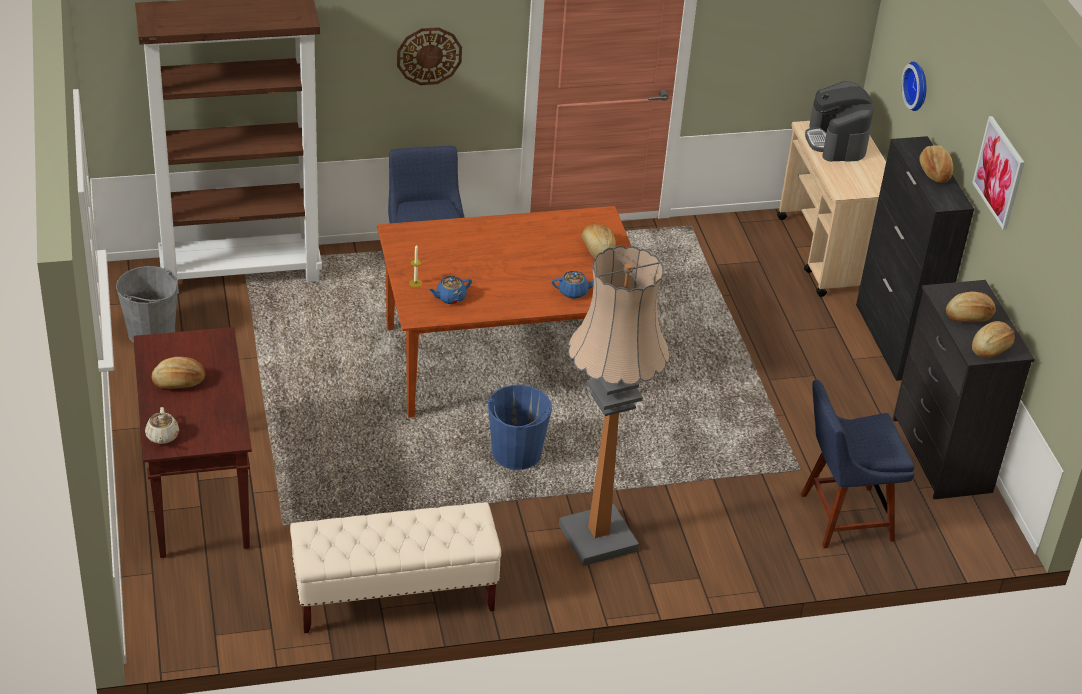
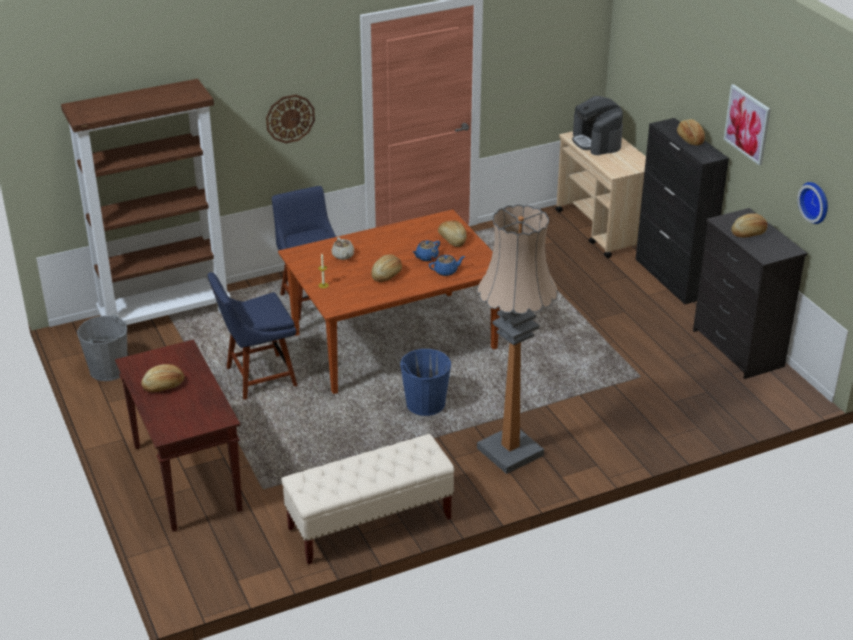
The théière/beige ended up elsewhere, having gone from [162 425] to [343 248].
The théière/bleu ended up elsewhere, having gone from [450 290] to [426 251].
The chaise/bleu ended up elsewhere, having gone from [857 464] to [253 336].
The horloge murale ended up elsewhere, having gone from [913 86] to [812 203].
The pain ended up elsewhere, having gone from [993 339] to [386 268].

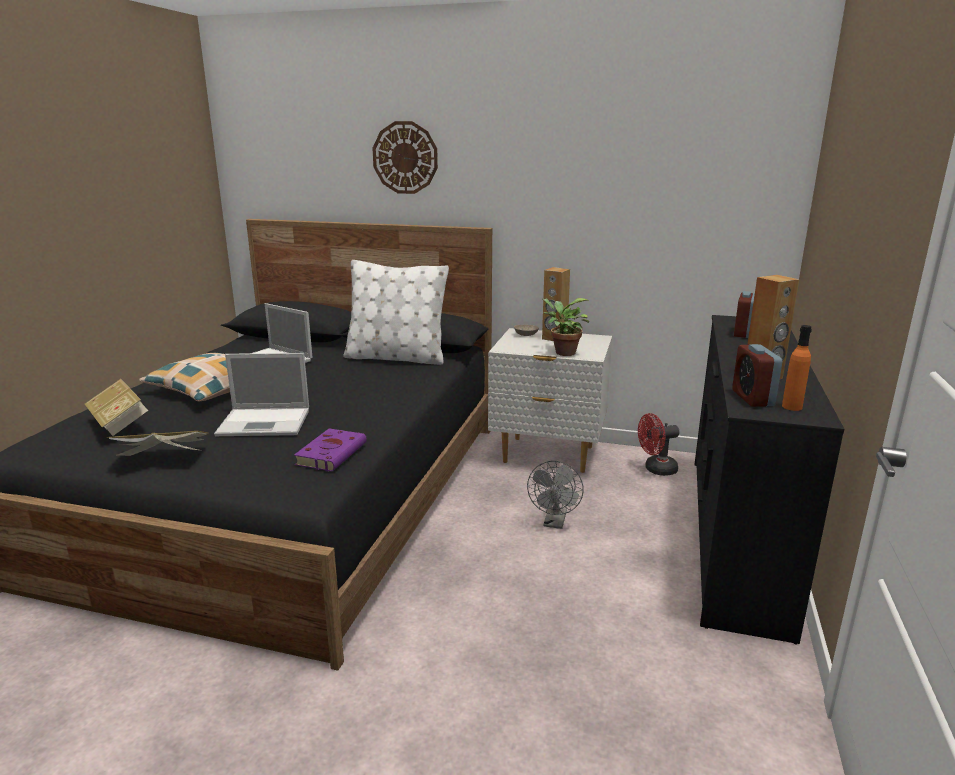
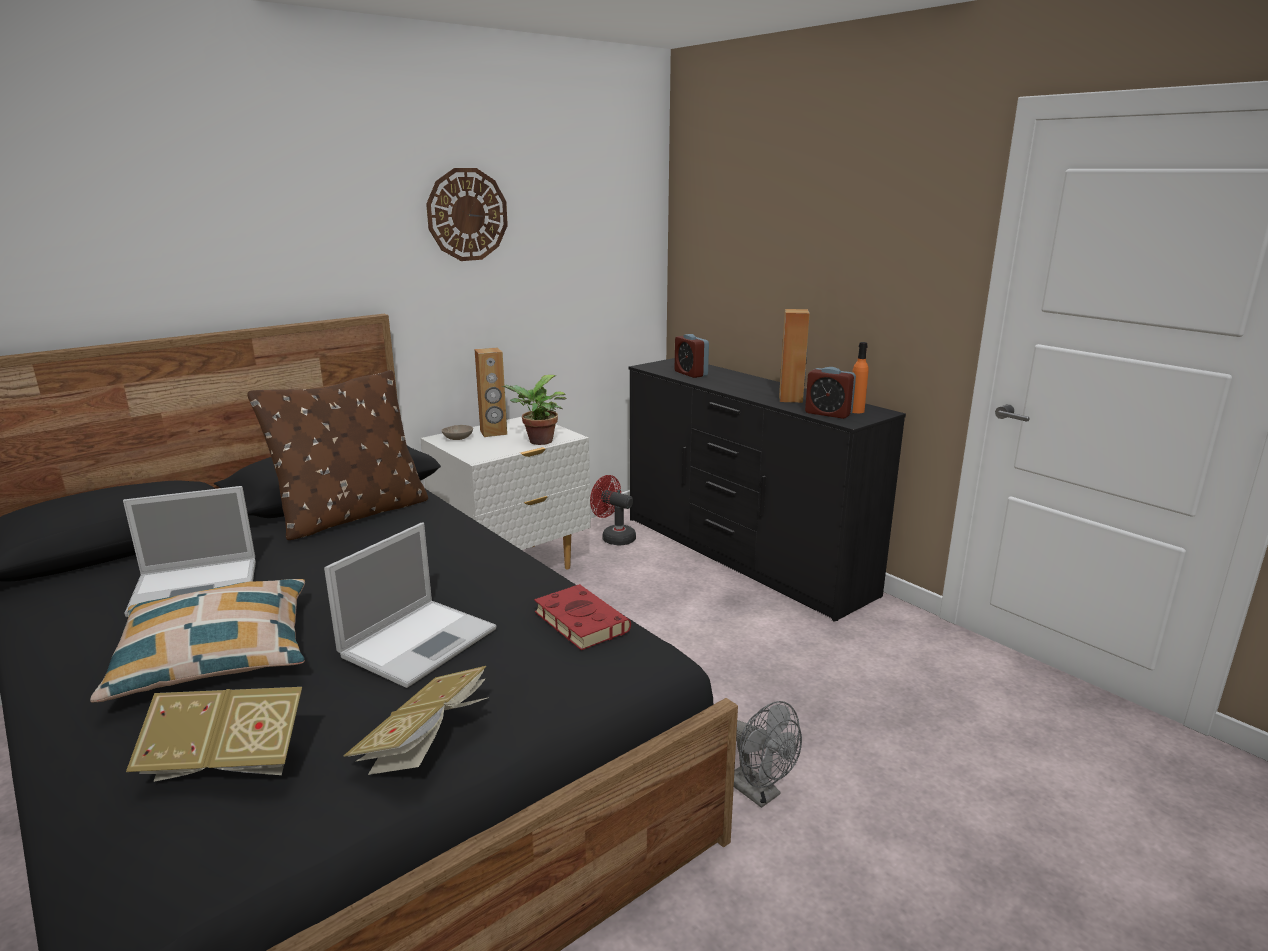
What was the livre/violet at [330 449] turned into the livre/rouge at [582 617].
What was the coussin/blanc at [396 312] turned into the coussin/marron at [337 455].
The horloge murale ended up elsewhere, having gone from [405 157] to [467 214].
The ventilateur/gris ended up elsewhere, having gone from [555 495] to [768 754].
The ventilateur/rouge at [658 444] ended up facing another way, 105 degrees clockwise from before.

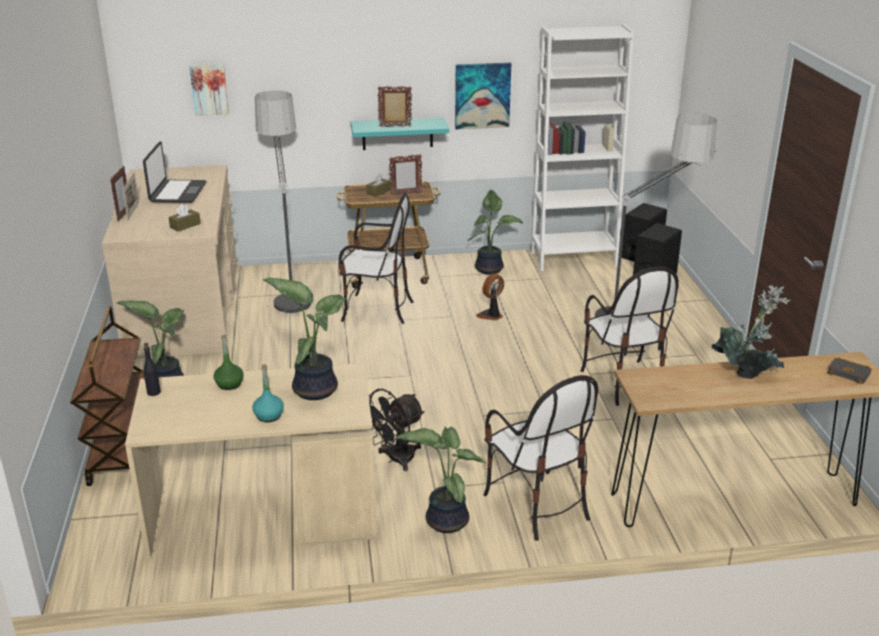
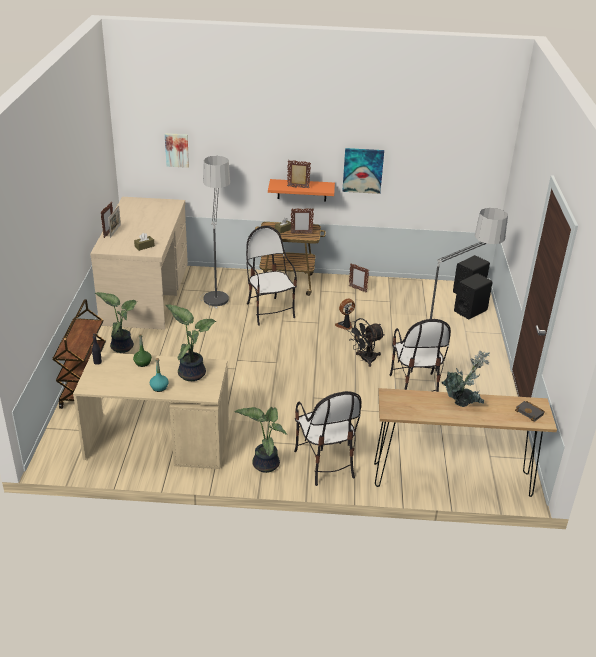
The second view lost the ordinateur portable at [175 172].
The chaise at [375 258] ended up facing another way, 135 degrees counterclockwise from before.
What was the étagère/turquoise at [399 133] turned into the étagère/orange at [301 190].
The ventilateur/noir ended up elsewhere, having gone from [396 430] to [366 342].
Where the plante en pot stood at [495 232], the cadre photo came to stand at [359 278].
The second view lost the bibliothèque/blanc at [582 147].

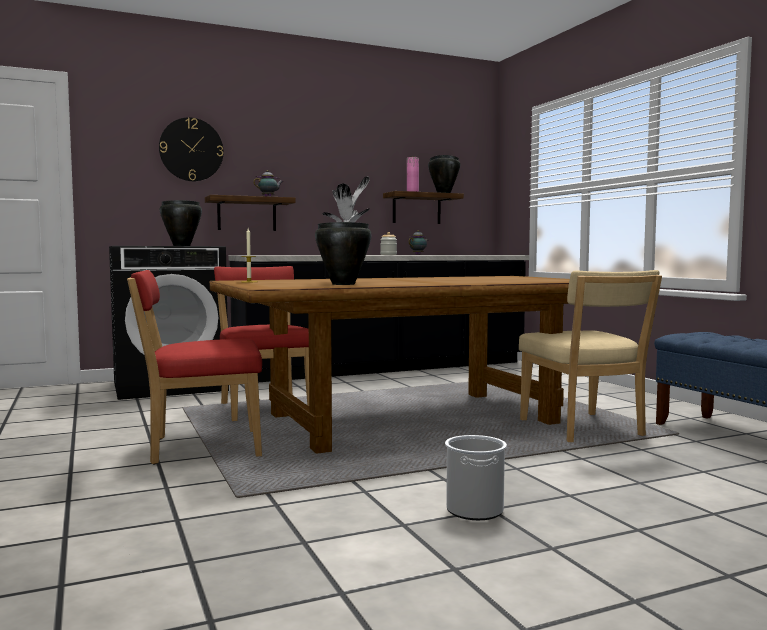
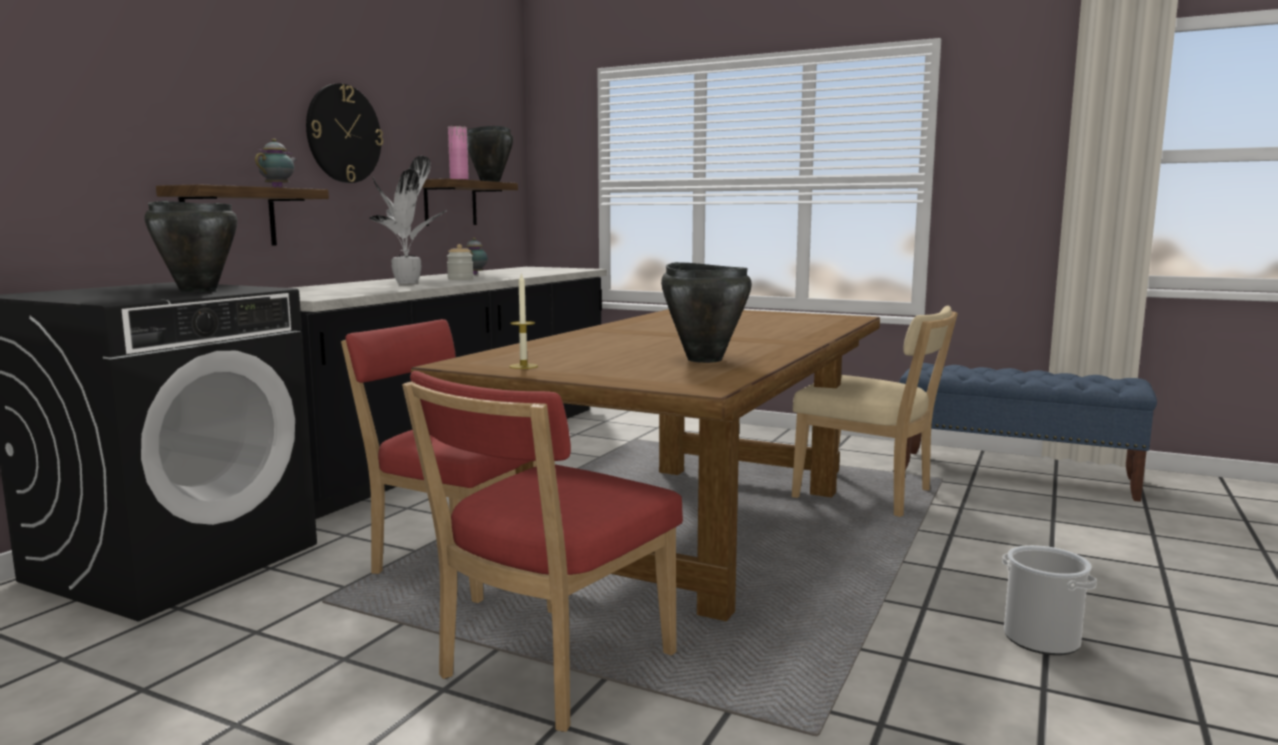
The horloge murale ended up elsewhere, having gone from [191 149] to [344 133].

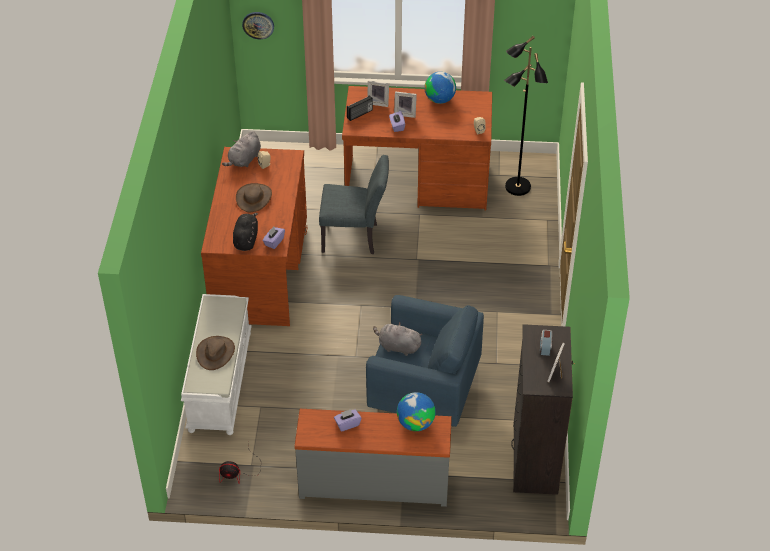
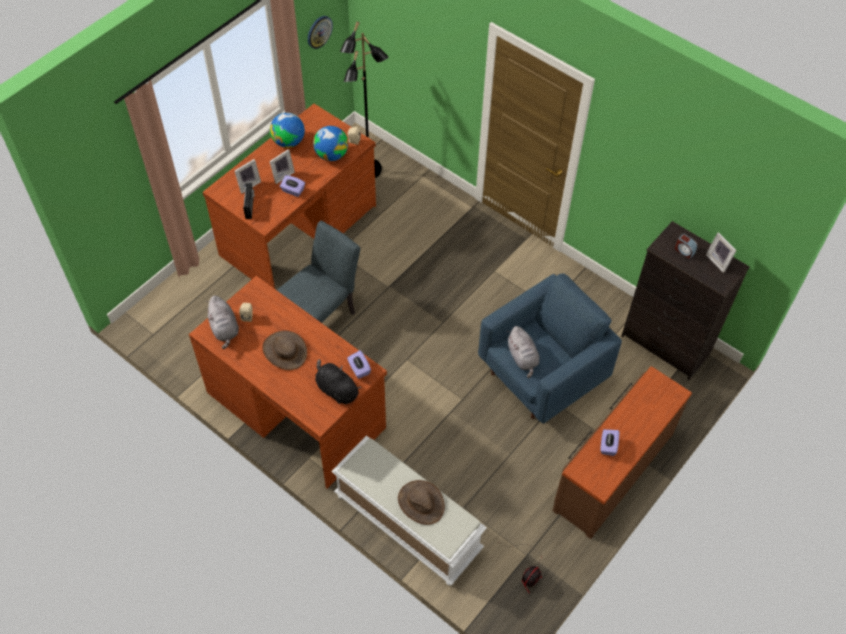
The horloge murale ended up elsewhere, having gone from [258 25] to [320 32].
What was the commode/gris at [373 458] turned into the commode/marron at [622 452].
The peluche/gris at [397 339] ended up facing another way, 75 degrees counterclockwise from before.
The globe ended up elsewhere, having gone from [416 411] to [330 143].

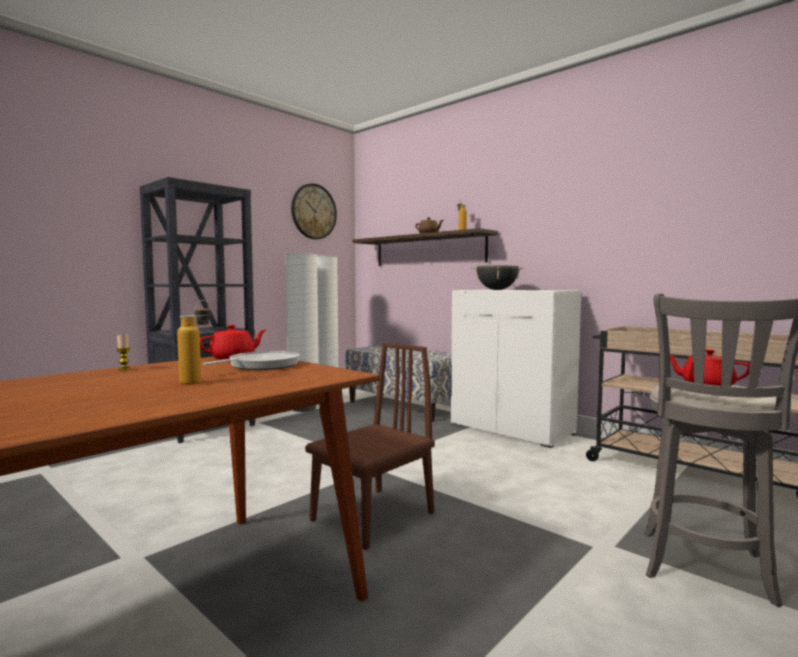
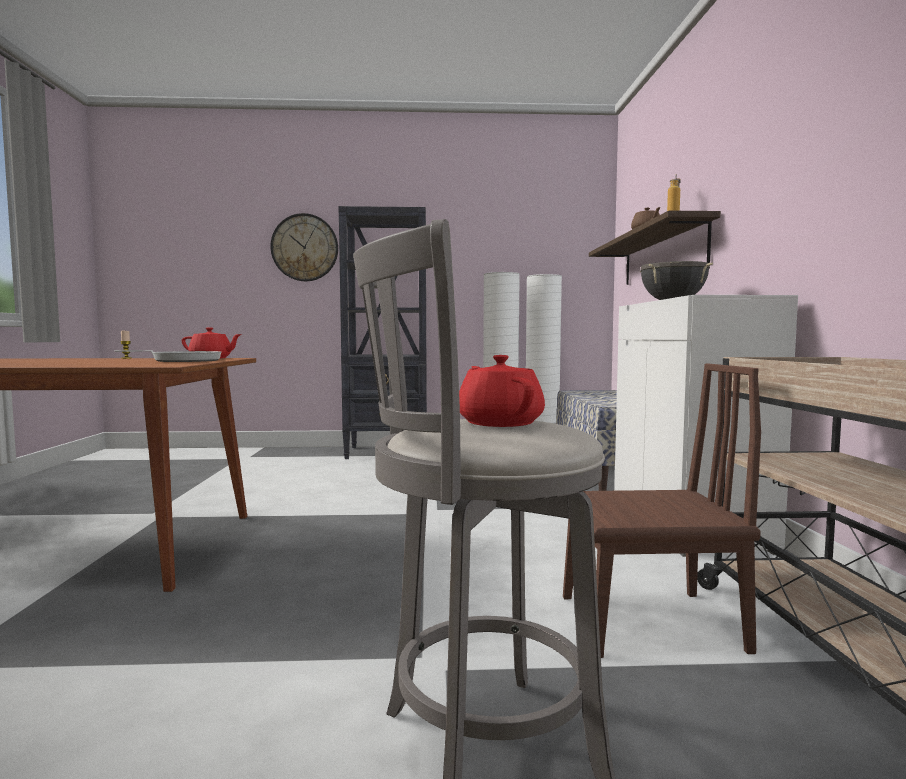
The second view lost the bouteille at [193 342].
The horloge murale ended up elsewhere, having gone from [314 211] to [304 247].
The chaise/marron ended up elsewhere, having gone from [370 446] to [662 510].

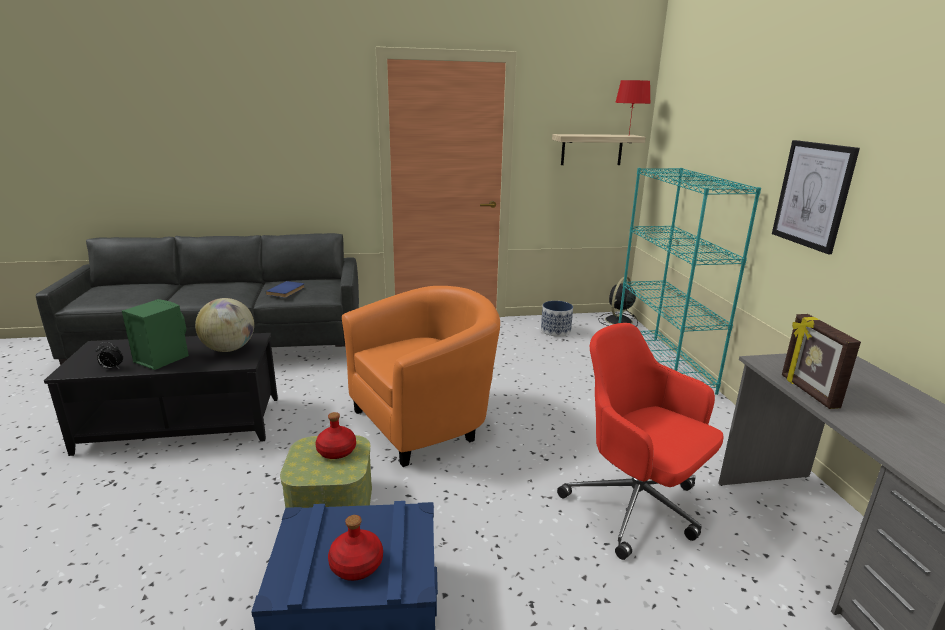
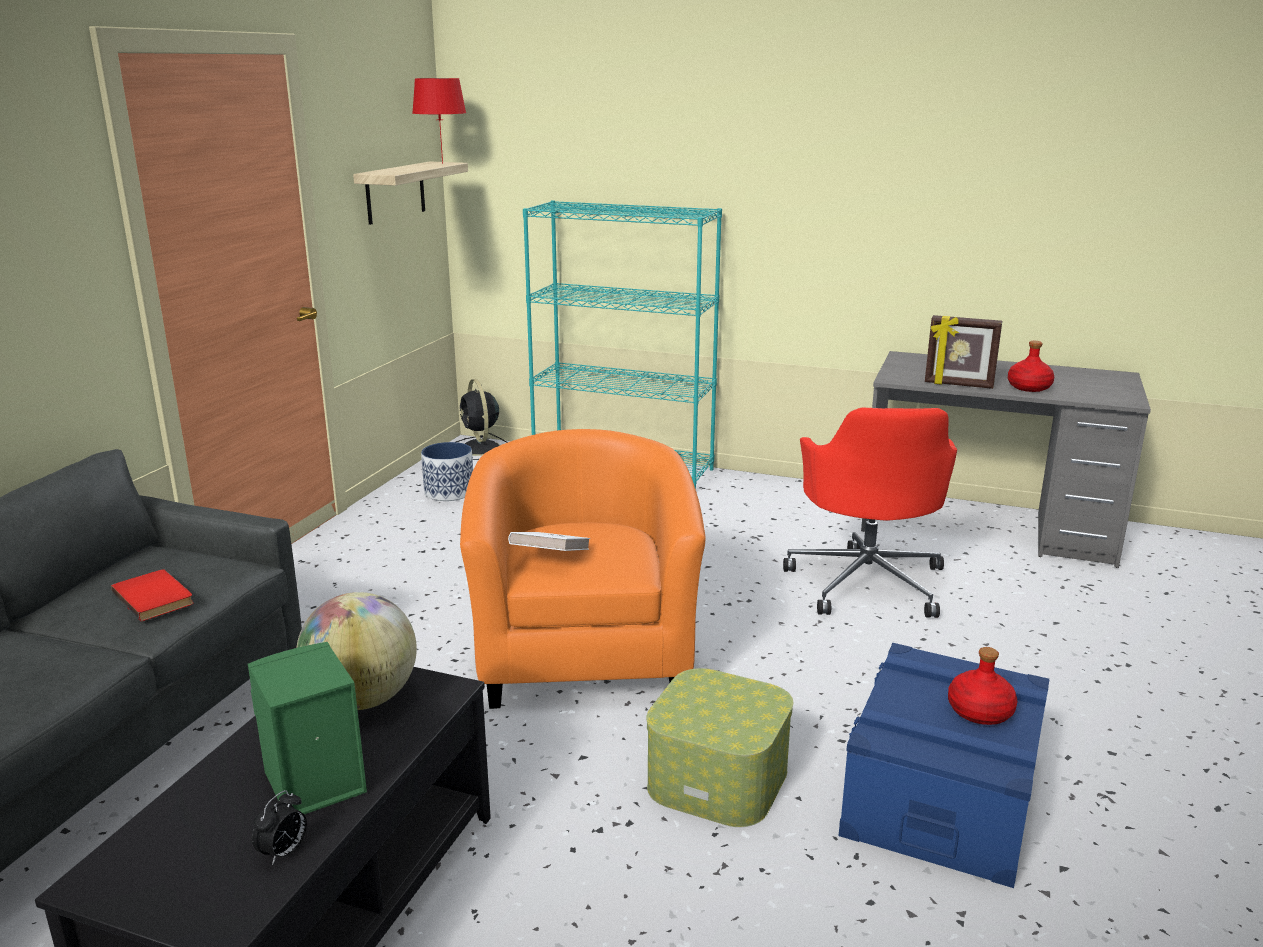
What was the livre/bleu at [285 289] turned into the livre/rouge at [152 595].
The bouteille/rouge ended up elsewhere, having gone from [336 435] to [1031 366].
The chaise de bureau/rouge at [640 441] ended up facing another way, 75 degrees counterclockwise from before.
The second view lost the tableau at [816 197].
The second view gained the livre/blanc at [549 541].

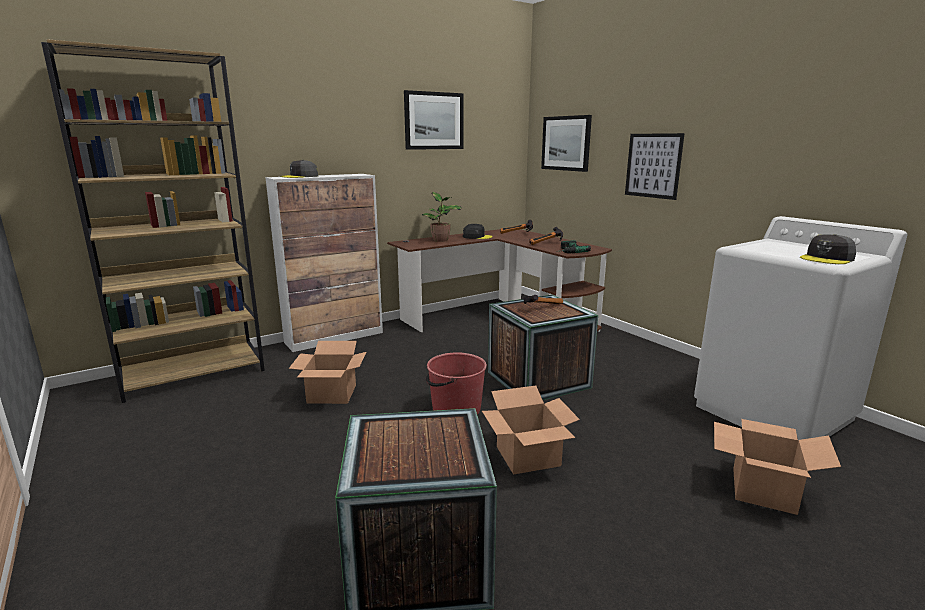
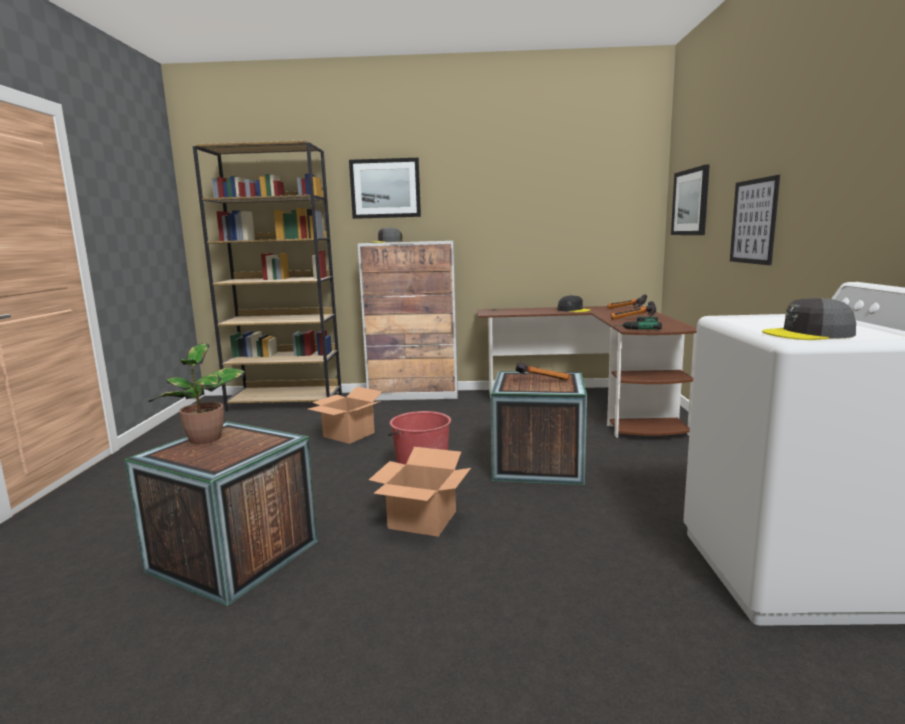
The tableau ended up elsewhere, having gone from [433 120] to [385 188].
The plante en pot ended up elsewhere, having gone from [442 217] to [196 393].
The second view lost the carton at [777 467].

